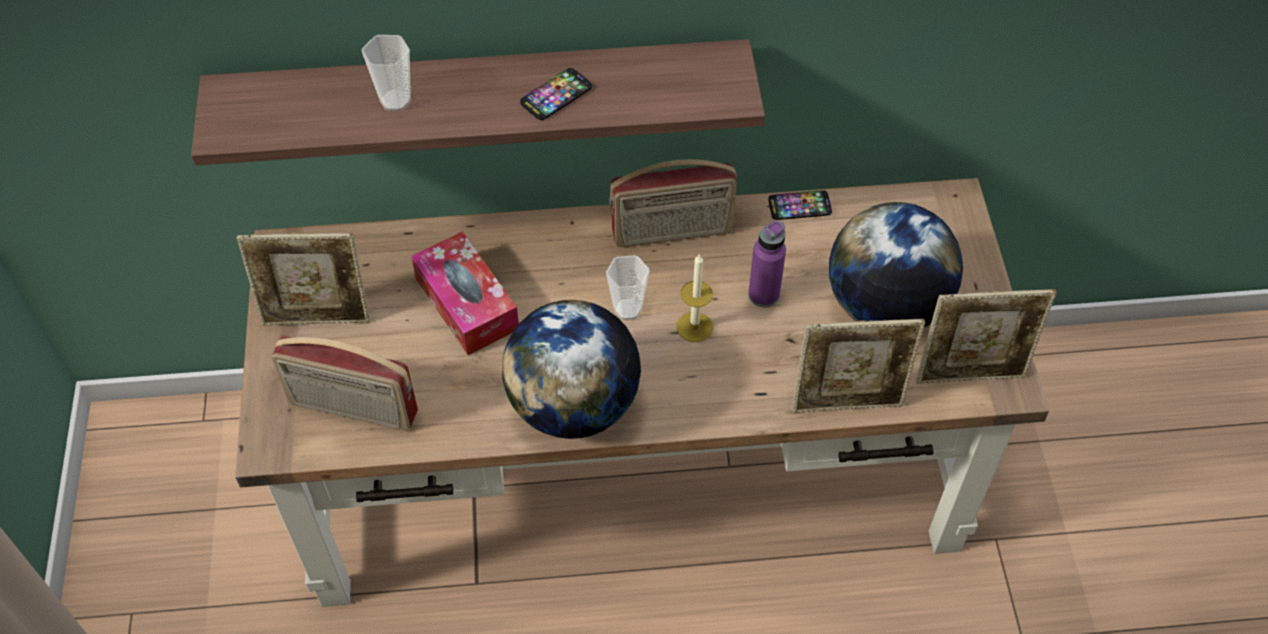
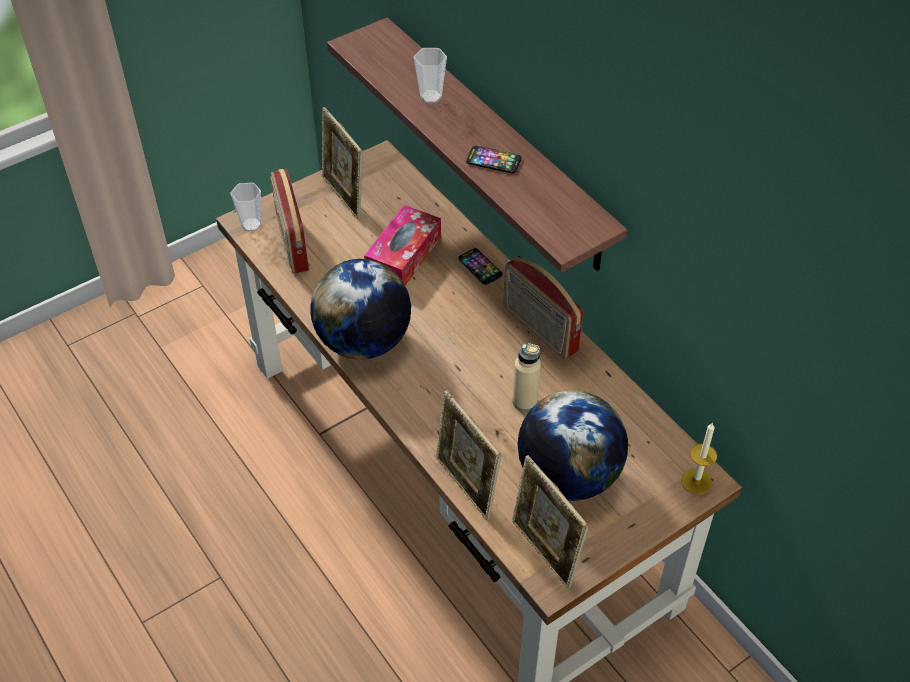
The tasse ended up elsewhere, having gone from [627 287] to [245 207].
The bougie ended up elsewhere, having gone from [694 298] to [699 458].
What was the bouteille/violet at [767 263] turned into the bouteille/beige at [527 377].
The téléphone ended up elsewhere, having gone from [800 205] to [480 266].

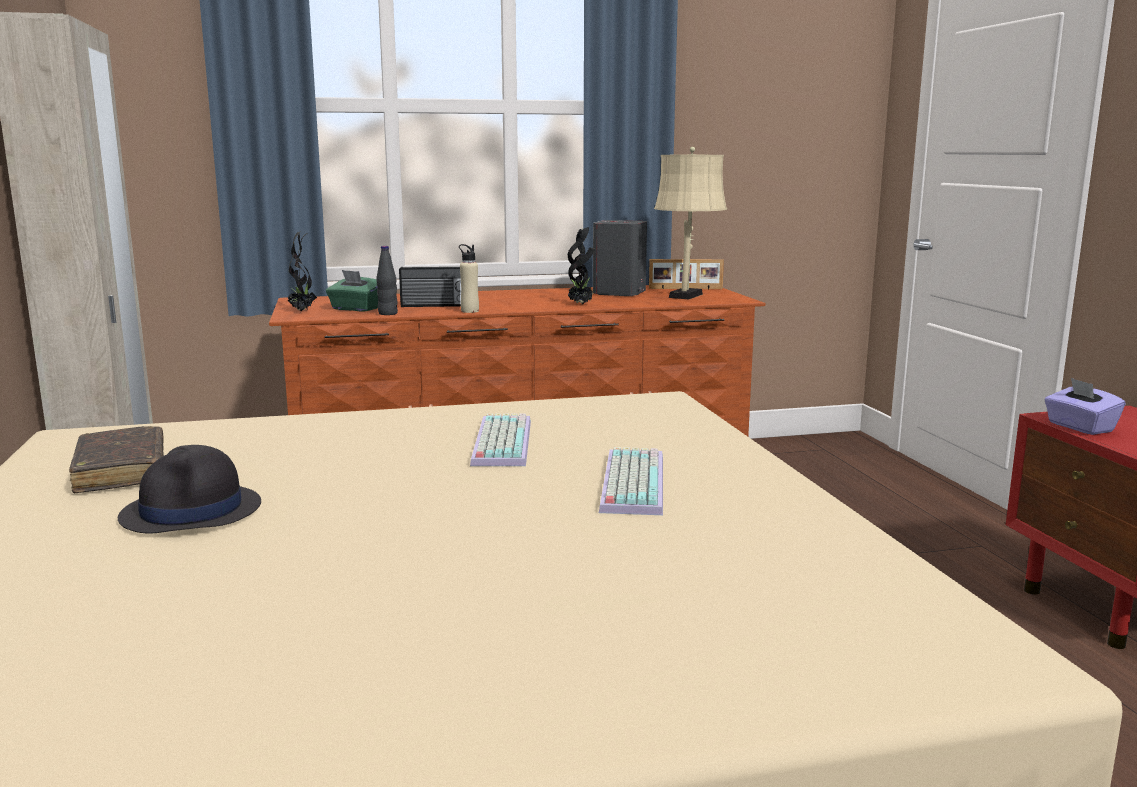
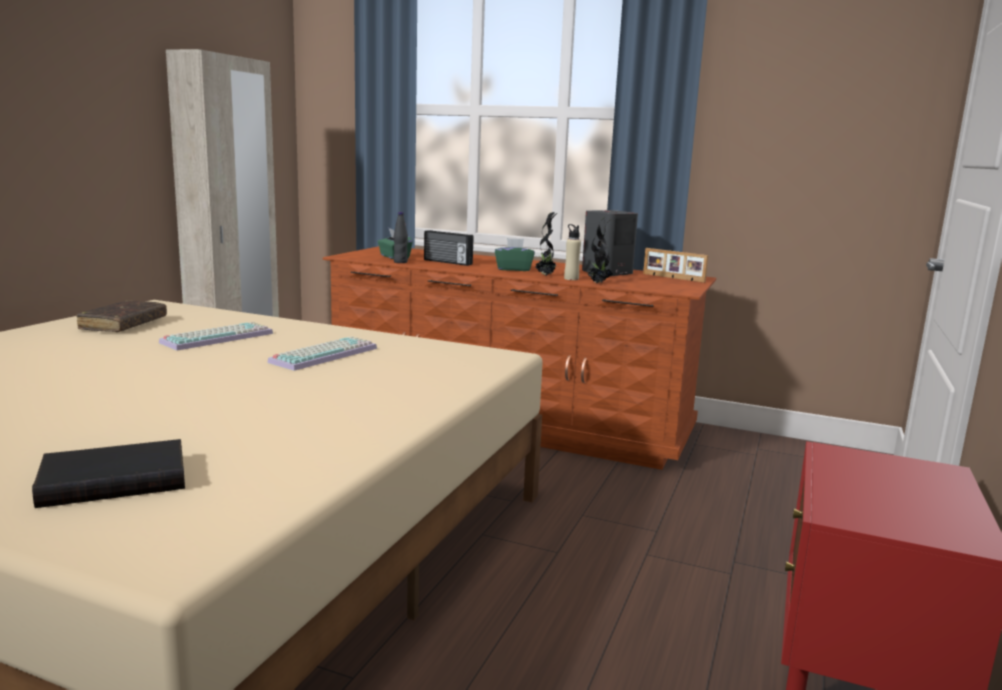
The second view lost the chapeau/noir at [189 489].
The plante en pot ended up elsewhere, having gone from [302 271] to [600 250].
The bouteille/beige ended up elsewhere, having gone from [469 278] to [572 252].
The clavier ended up elsewhere, having gone from [631 481] to [216 336].
The second view lost the lampe de table/beige at [690 223].
The second view lost the boîte à mouchoirs/violet at [1085 406].
The second view gained the livre/noir at [108 473].
The second view gained the boîte à mouchoirs/vert at [515 254].

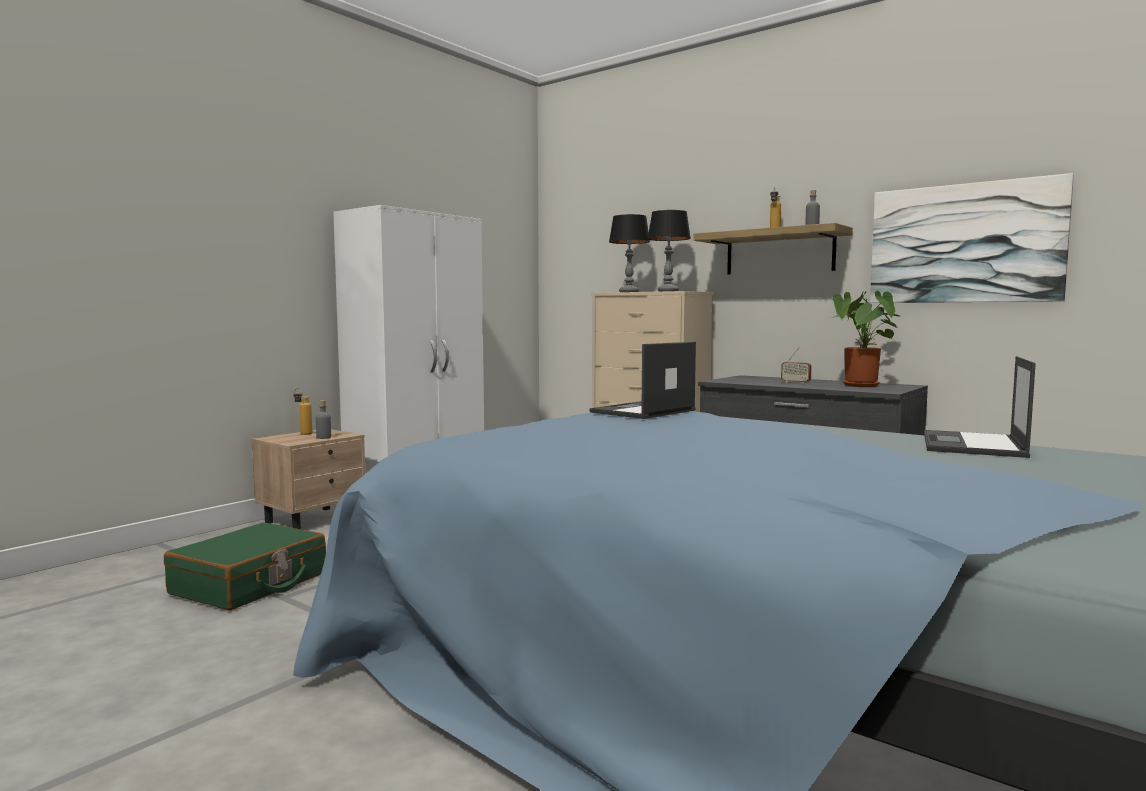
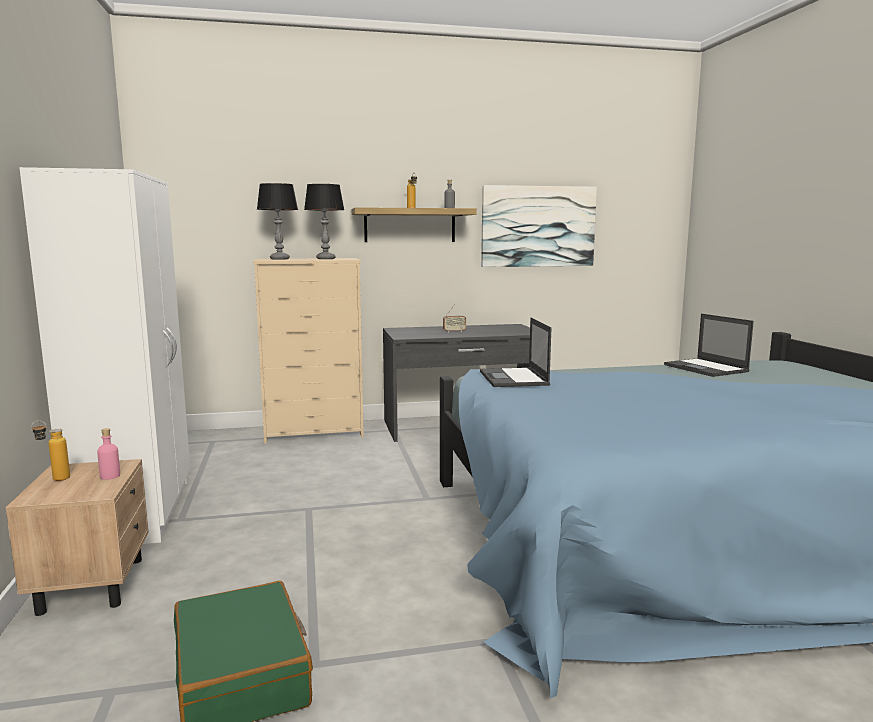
What was the bouteille/gris at [323 419] turned into the bouteille/rose at [108 454].
The second view lost the plante en pot at [866 338].

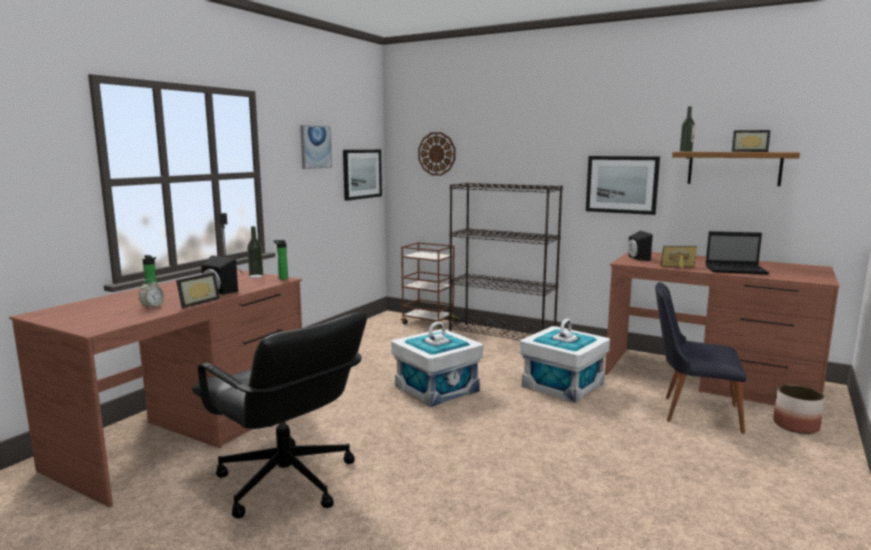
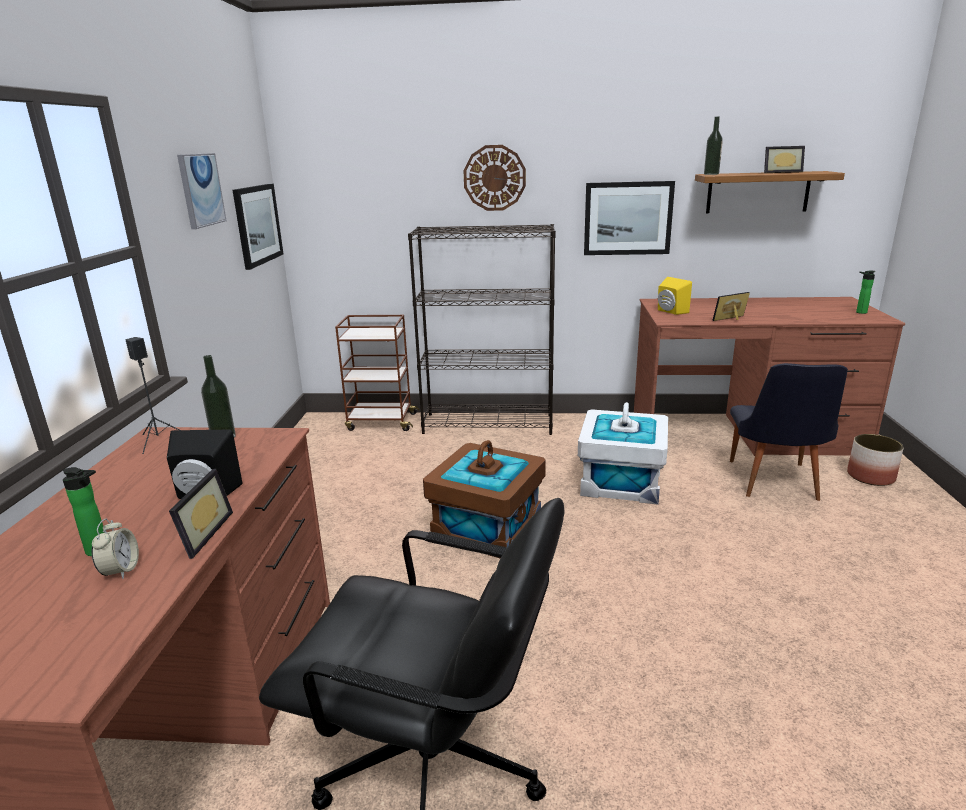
The bouteille ended up elsewhere, having gone from [280 260] to [865 292].
What was the boîte de rangement/blanc at [437 364] turned into the boîte de rangement/marron at [484 499].
The horloge murale ended up elsewhere, having gone from [436 154] to [494 178].
What was the enceinte/noir at [640 246] turned into the enceinte/jaune at [675 296].
The chaise/noir at [700 358] ended up facing another way, 75 degrees counterclockwise from before.
The second view lost the ordinateur portable at [737 252].

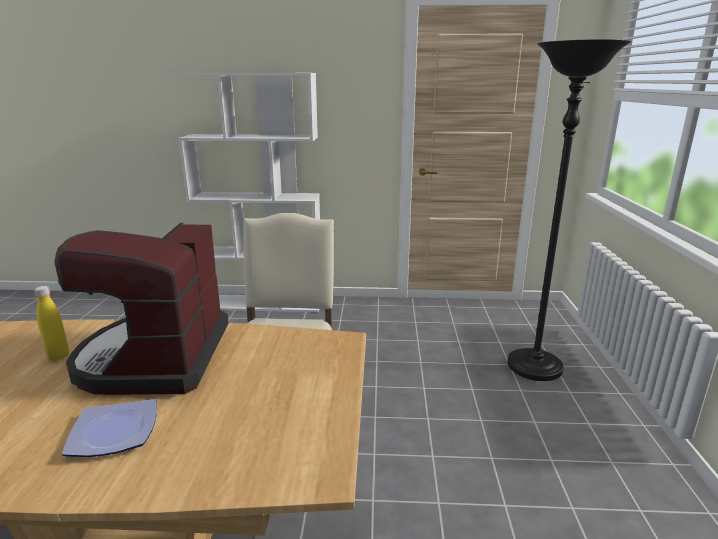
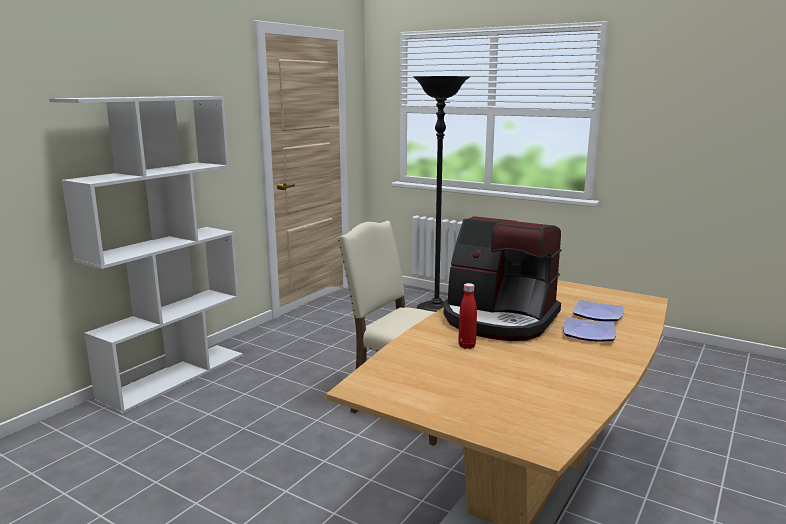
What was the bouteille/jaune at [51 323] turned into the bouteille/rouge at [467 316].
The second view gained the assiette at [598 310].

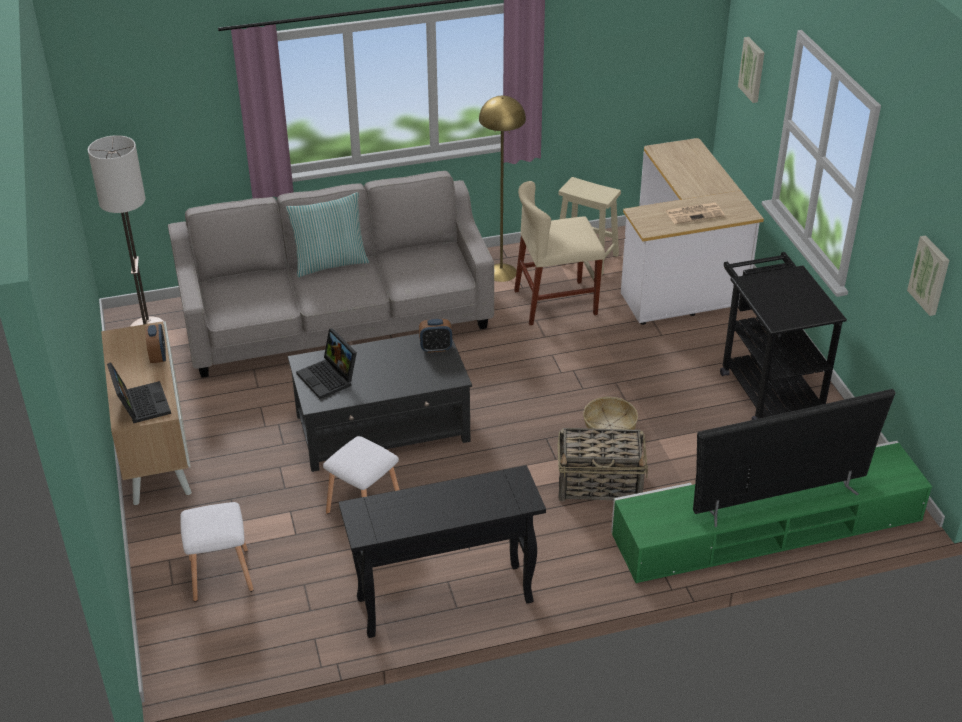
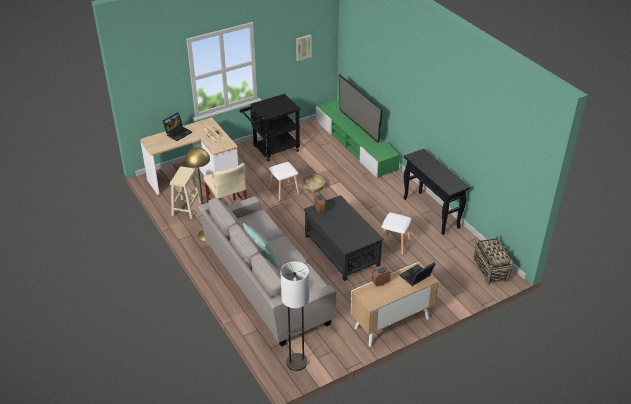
The tabouret/blanc ended up elsewhere, having gone from [217 552] to [284 181].
The ordinateur portable ended up elsewhere, having gone from [326 363] to [177 126].
The panier ended up elsewhere, having gone from [603 464] to [493 260].
The second view lost the tableau at [751 70].

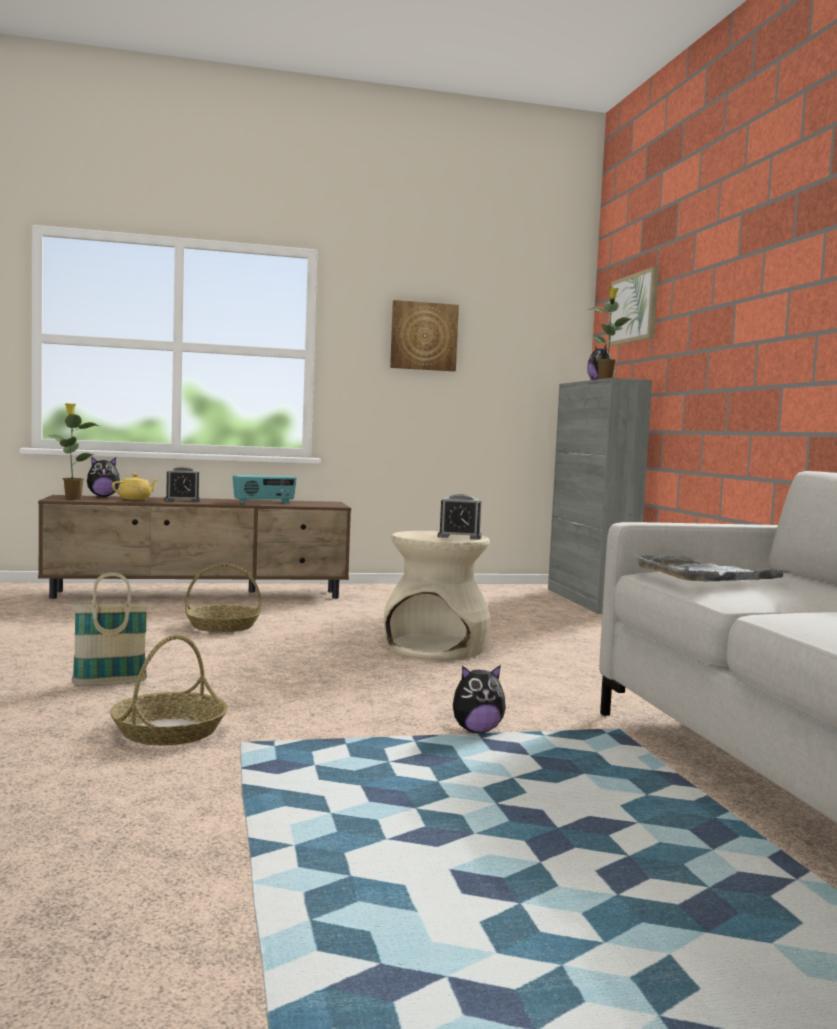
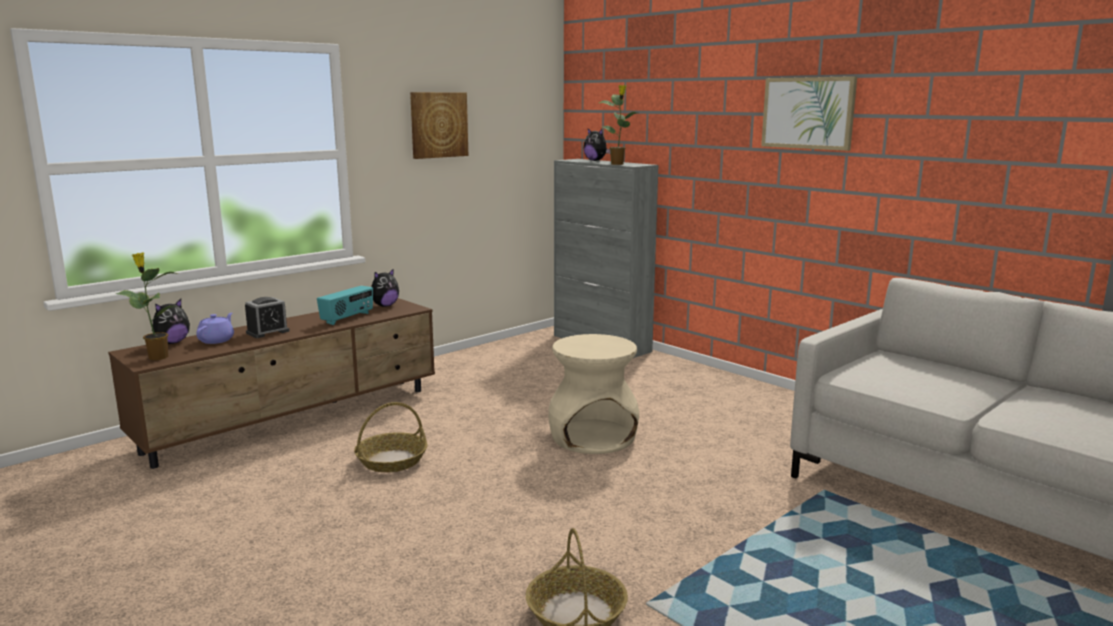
The second view lost the panier at [110 629].
What was the théière/jaune at [135 487] turned into the théière/violet at [215 328].
The second view lost the réveil at [460 517].
The peluche ended up elsewhere, having gone from [479 699] to [385 287].
The tableau ended up elsewhere, having gone from [633 306] to [809 113].
The second view lost the plateau/gris at [712 568].

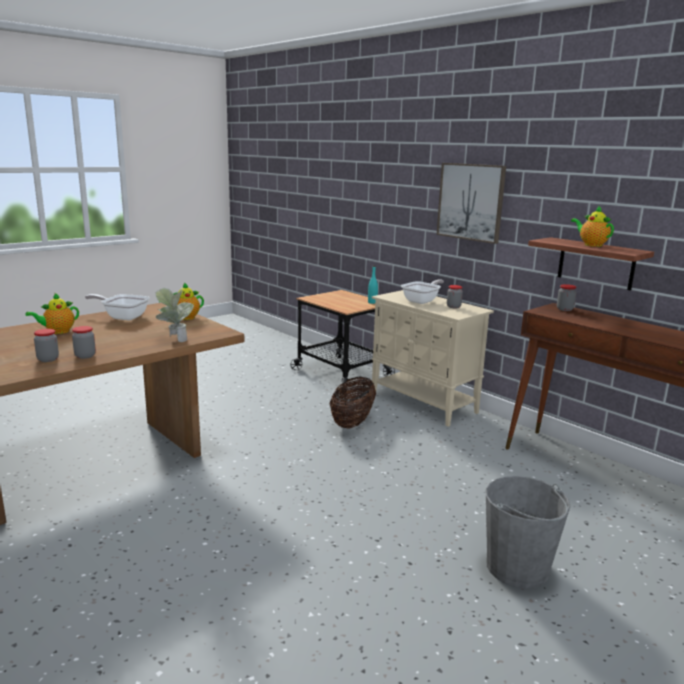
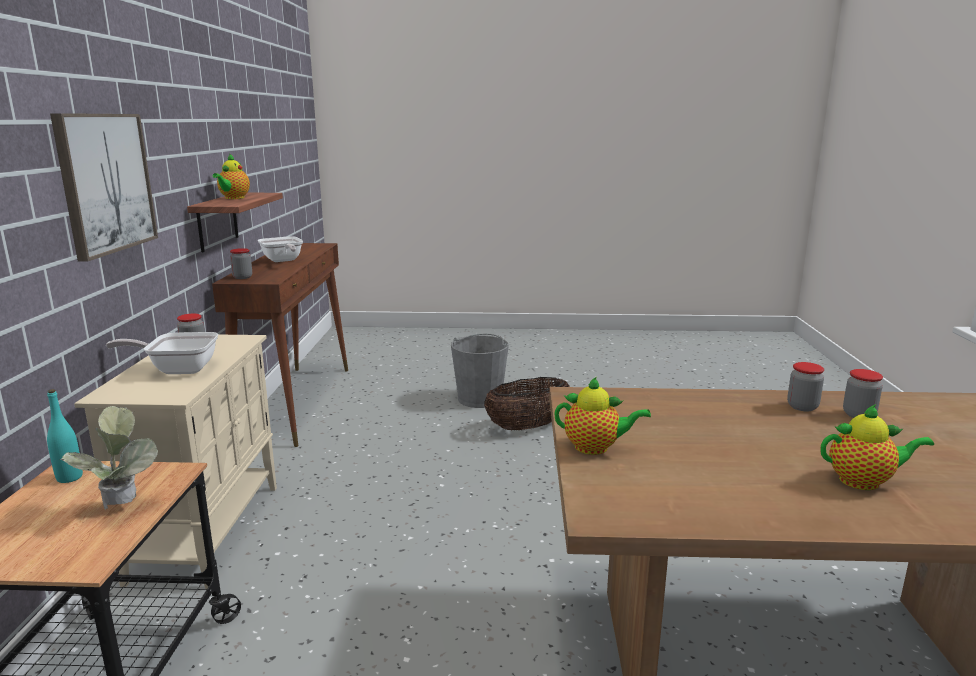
The poêle ended up elsewhere, having gone from [117 307] to [280 249].
The plante en pot ended up elsewhere, having gone from [174 315] to [109 458].
The panier ended up elsewhere, having gone from [353 402] to [527 404].

